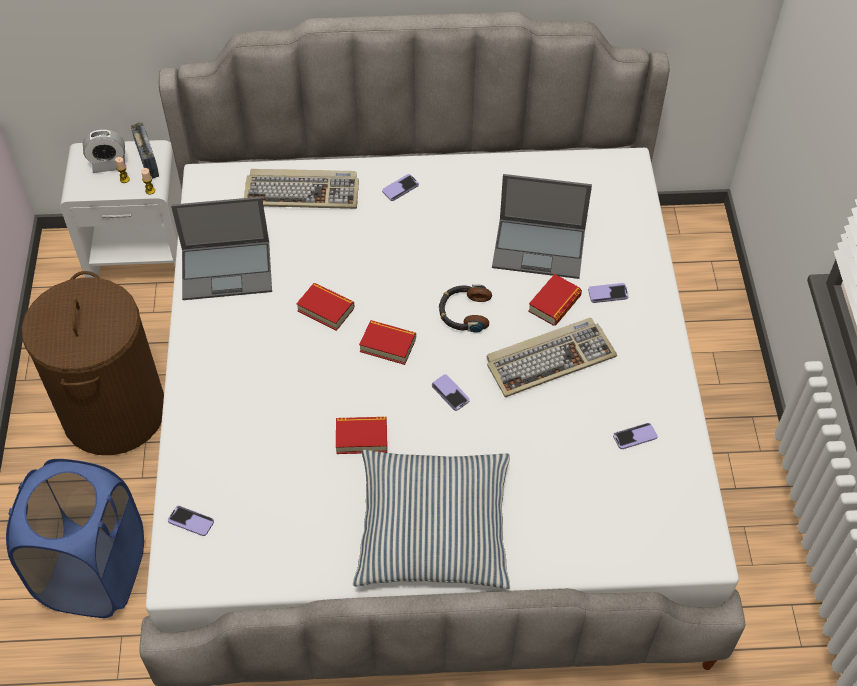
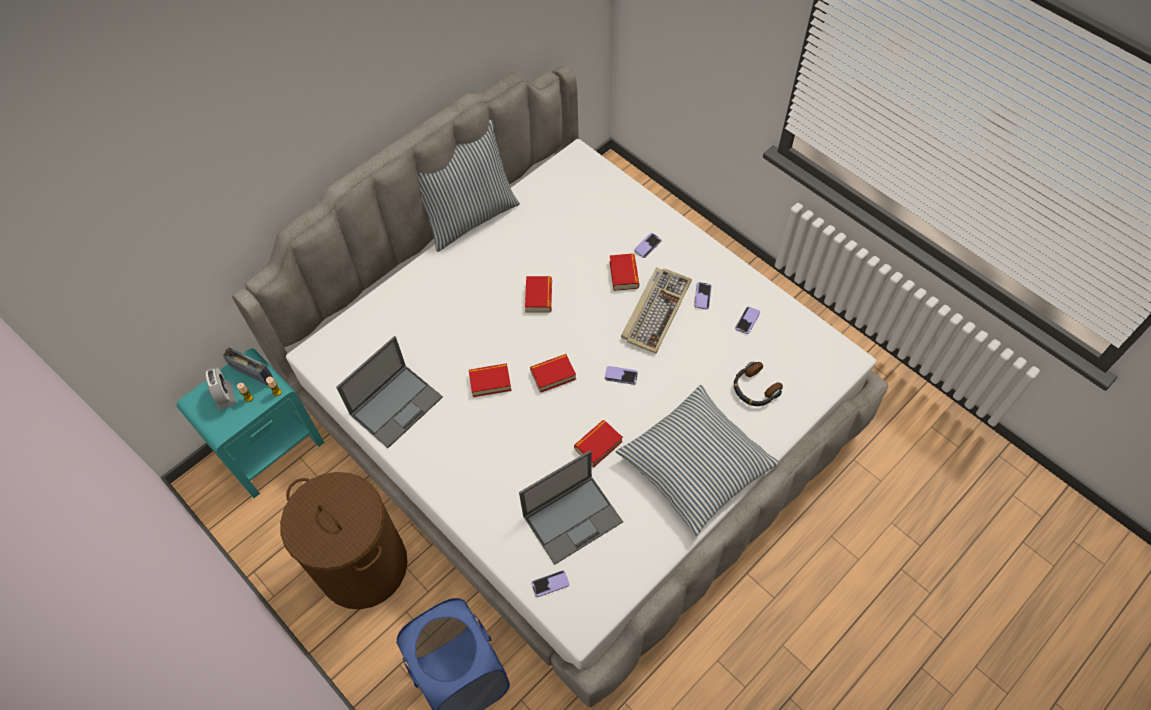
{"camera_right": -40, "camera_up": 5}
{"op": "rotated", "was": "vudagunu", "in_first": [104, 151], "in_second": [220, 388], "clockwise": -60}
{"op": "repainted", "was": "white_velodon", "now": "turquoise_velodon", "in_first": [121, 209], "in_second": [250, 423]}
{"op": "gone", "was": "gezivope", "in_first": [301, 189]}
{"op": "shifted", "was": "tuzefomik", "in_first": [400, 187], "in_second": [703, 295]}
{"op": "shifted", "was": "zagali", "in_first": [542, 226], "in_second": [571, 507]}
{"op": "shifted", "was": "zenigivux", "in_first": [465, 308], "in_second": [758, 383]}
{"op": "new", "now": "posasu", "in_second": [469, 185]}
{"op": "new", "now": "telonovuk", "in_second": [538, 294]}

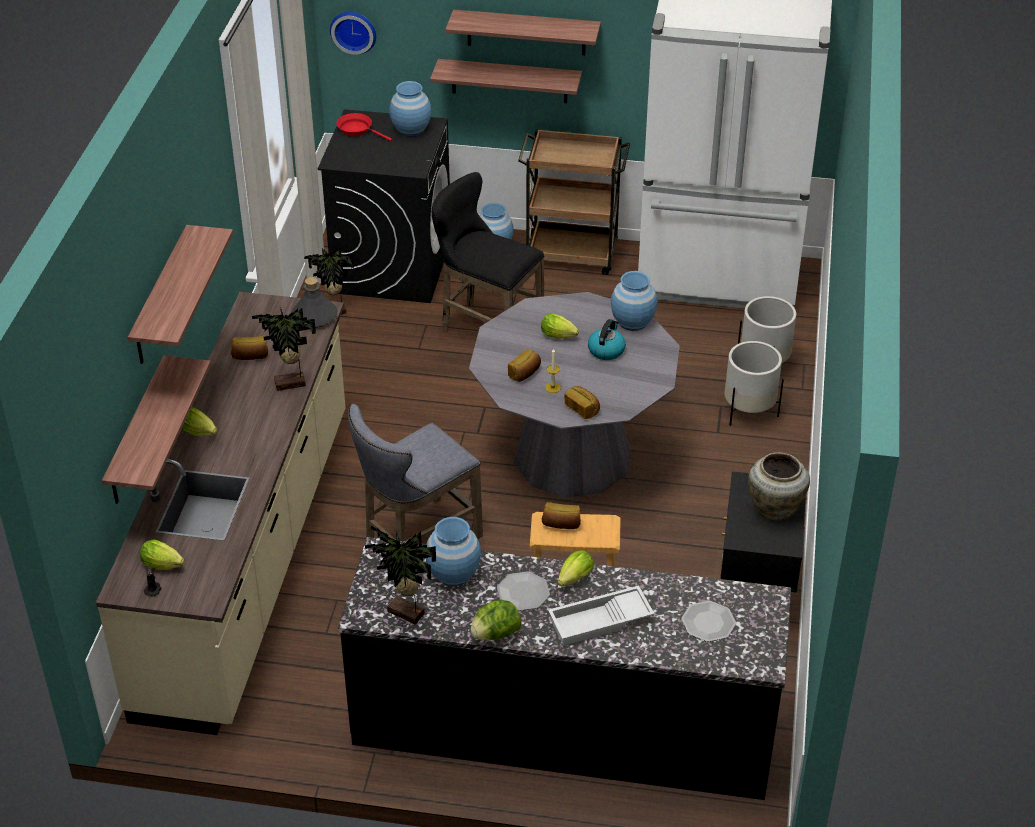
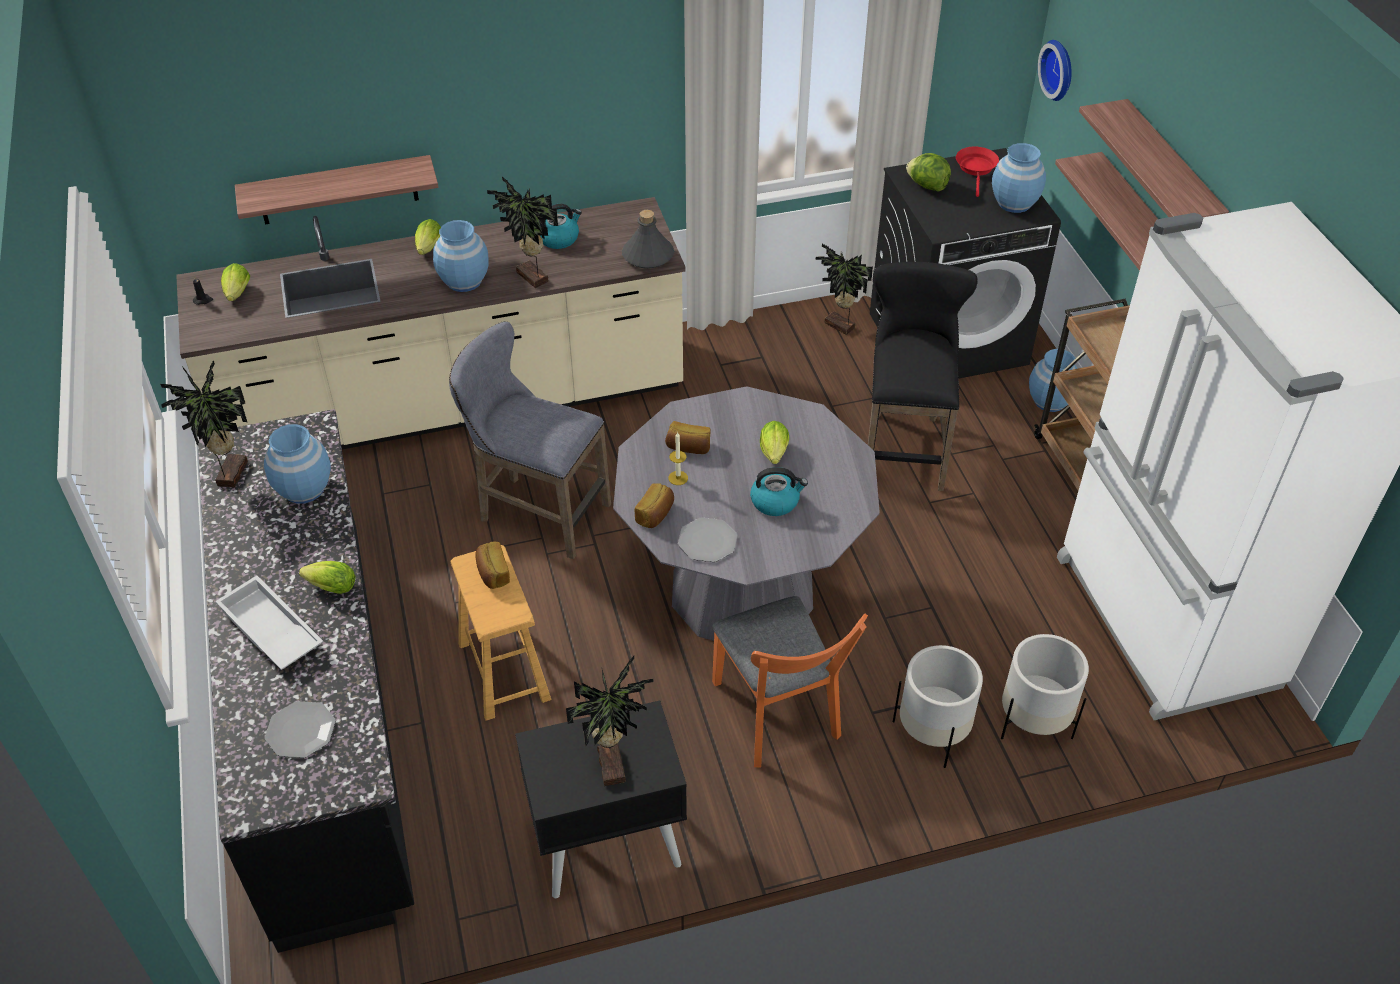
{"camera_right": 65, "camera_up": 5}
{"op": "gone", "was": "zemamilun", "in_first": [180, 294]}
{"op": "shifted", "was": "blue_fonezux", "in_first": [634, 301], "in_second": [460, 256]}
{"op": "swapped", "was": "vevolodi", "now": "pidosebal", "in_first": [249, 348], "in_second": [561, 226]}
{"op": "swapped", "was": "beige_fonezux", "now": "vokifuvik", "in_first": [779, 486], "in_second": [610, 721]}
{"op": "shifted", "was": "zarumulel", "in_first": [523, 591], "in_second": [707, 539]}
{"op": "shifted", "was": "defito", "in_first": [496, 620], "in_second": [928, 172]}
{"op": "new", "now": "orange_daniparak", "in_second": [790, 682]}

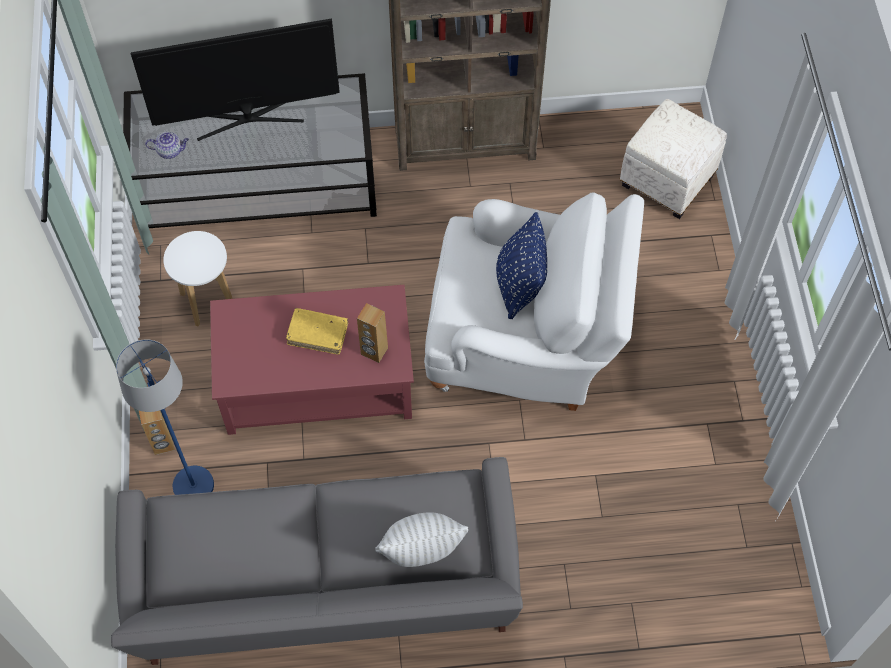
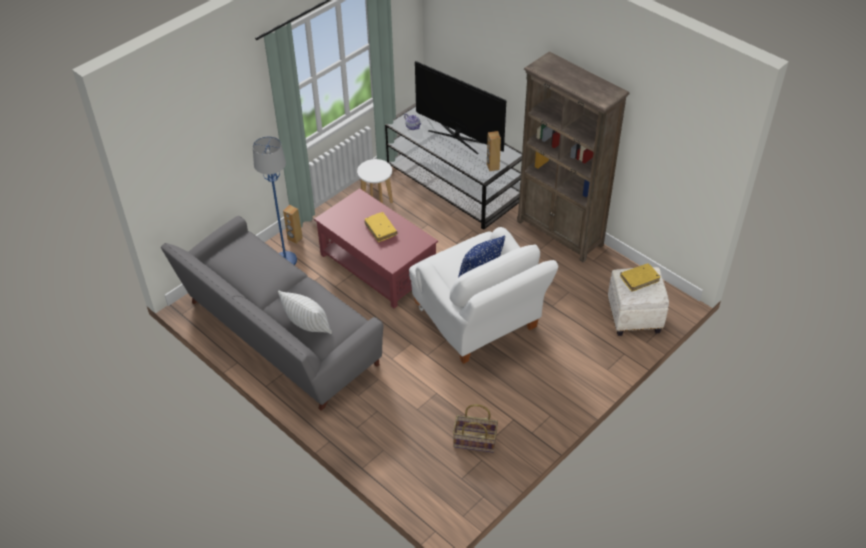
{"camera_right": 50, "camera_up": -15}
{"op": "shifted", "was": "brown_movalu", "in_first": [372, 333], "in_second": [494, 151]}
{"op": "new", "now": "yellow_telonovuk", "in_second": [640, 277]}
{"op": "new", "now": "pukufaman", "in_second": [475, 428]}

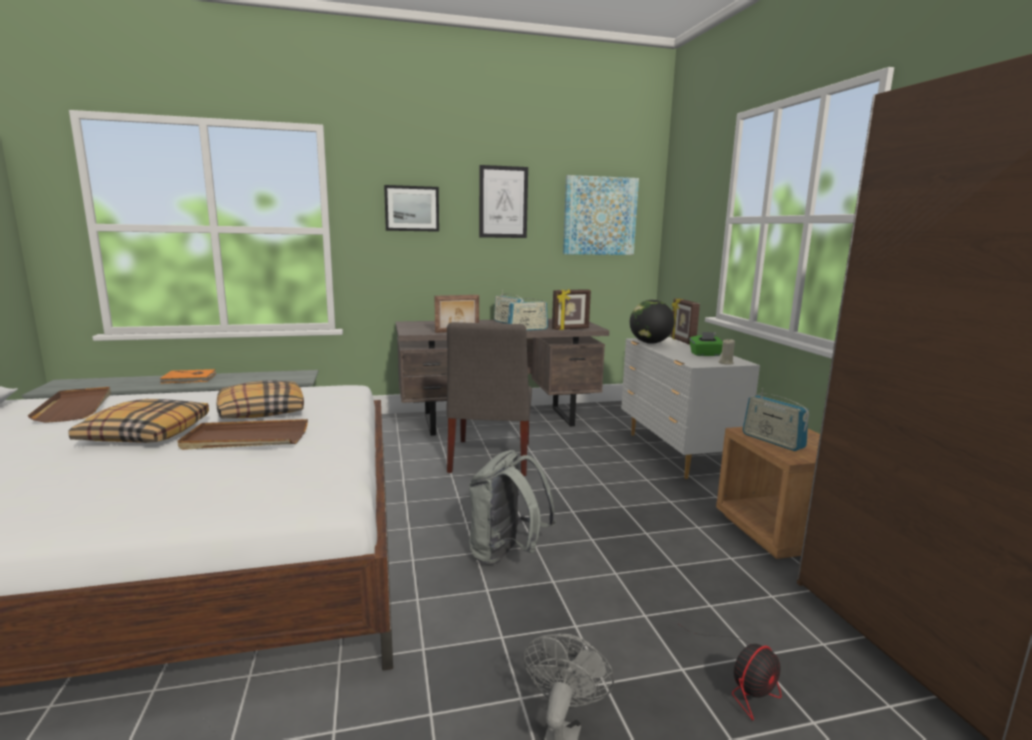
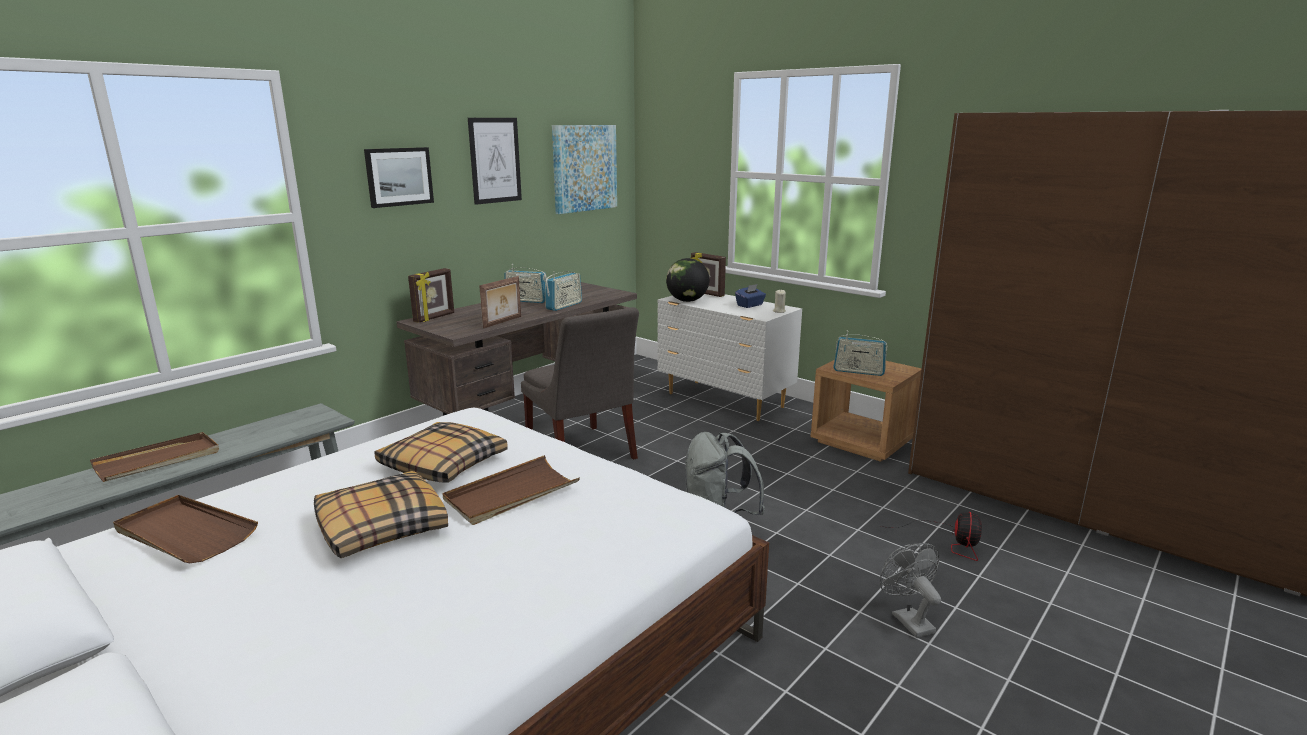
{"camera_right": -35, "camera_up": 5}
{"op": "shifted", "was": "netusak", "in_first": [571, 309], "in_second": [431, 295]}
{"op": "repainted", "was": "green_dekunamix", "now": "blue_dekunamix", "in_first": [706, 344], "in_second": [750, 296]}
{"op": "swapped", "was": "orange_telonovuk", "now": "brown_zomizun", "in_first": [188, 376], "in_second": [154, 457]}

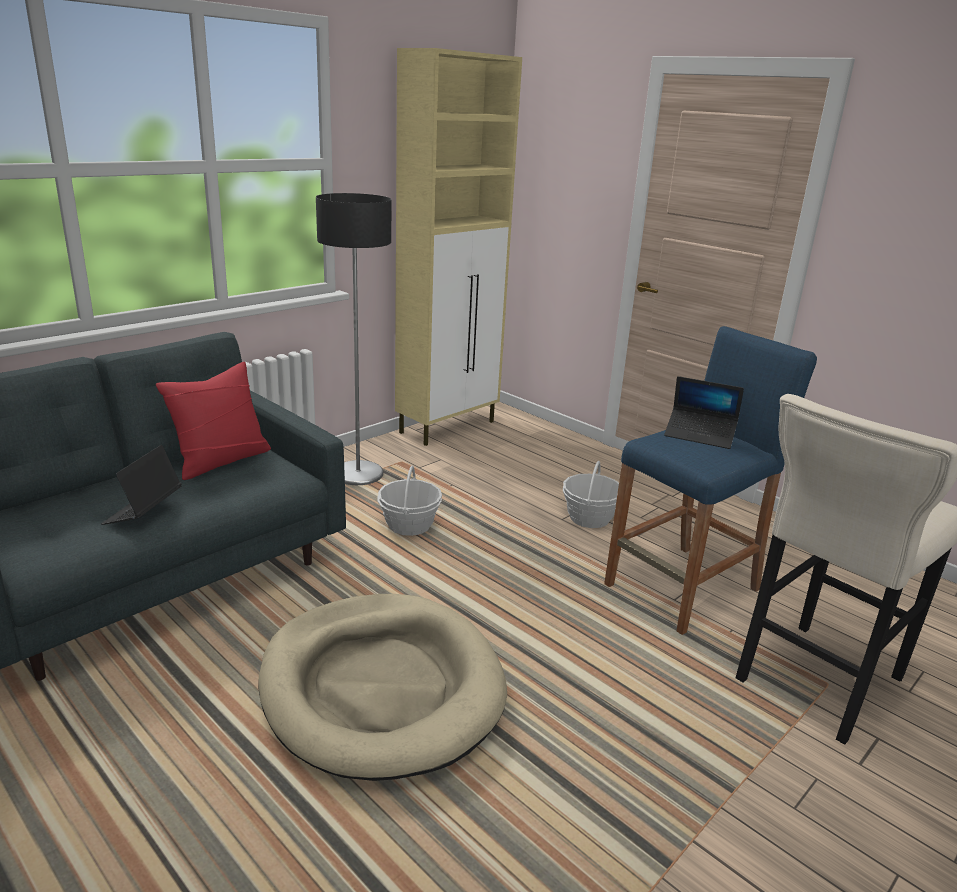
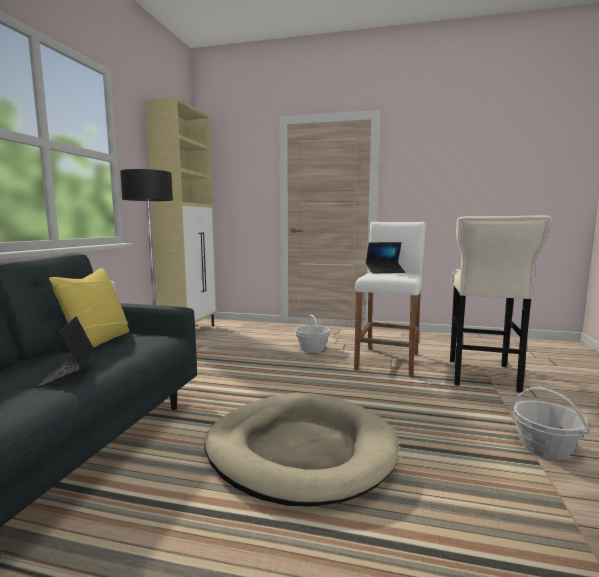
{"camera_right": -30, "camera_up": -15}
{"op": "repainted", "was": "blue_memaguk", "now": "white_memaguk", "in_first": [710, 480], "in_second": [390, 300]}
{"op": "repainted", "was": "red_posasu", "now": "yellow_posasu", "in_first": [213, 421], "in_second": [89, 308]}
{"op": "shifted", "was": "pukufaman", "in_first": [409, 501], "in_second": [551, 423]}

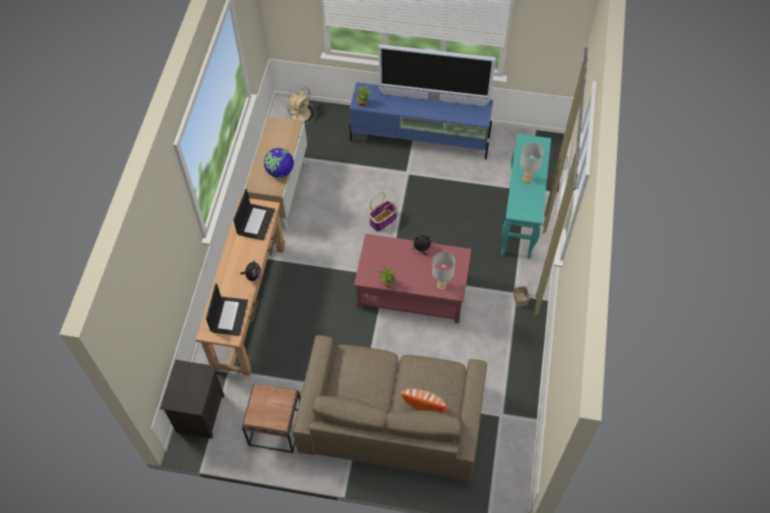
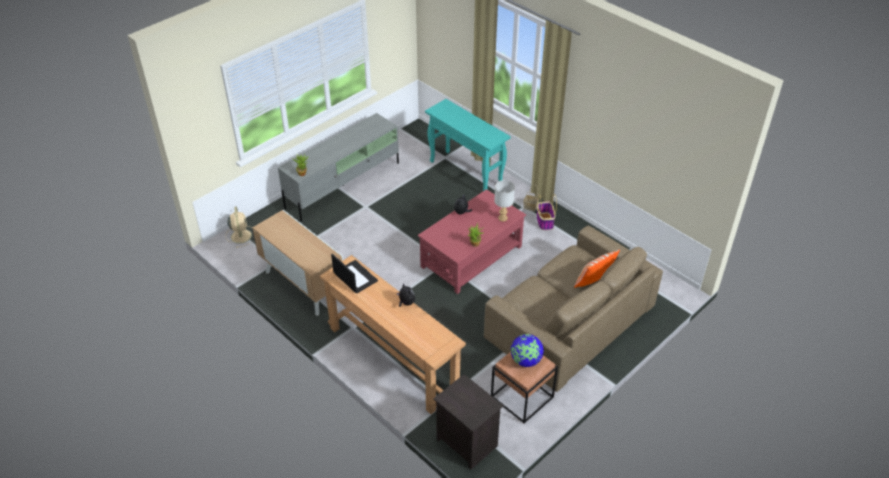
{"camera_right": -55, "camera_up": -15}
{"op": "gone", "was": "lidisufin", "in_first": [437, 75]}
{"op": "repainted", "was": "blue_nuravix", "now": "grey_nuravix", "in_first": [421, 121], "in_second": [338, 167]}
{"op": "gone", "was": "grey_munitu", "in_first": [532, 163]}
{"op": "shifted", "was": "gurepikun", "in_first": [279, 163], "in_second": [527, 350]}
{"op": "shifted", "was": "pukufaman", "in_first": [383, 211], "in_second": [547, 212]}
{"op": "gone", "was": "zagali", "in_first": [227, 309]}

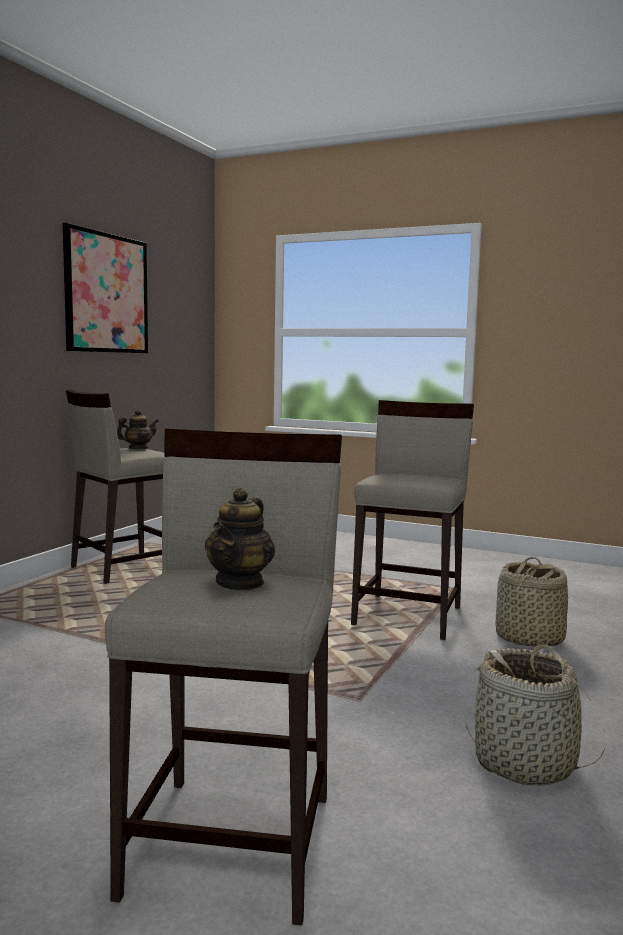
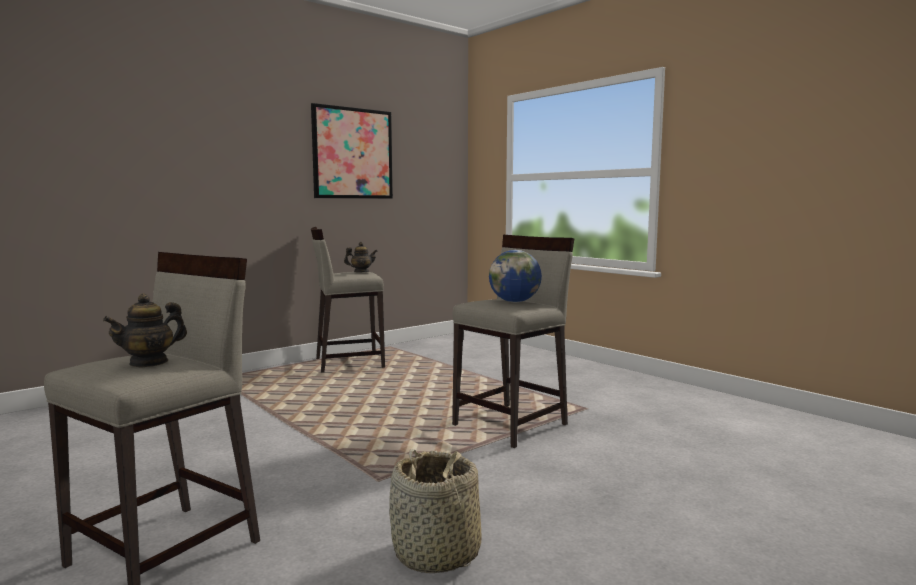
{"camera_right": 25, "camera_up": 0}
{"op": "gone", "was": "pukufaman", "in_first": [531, 602]}
{"op": "new", "now": "gurepikun", "in_second": [515, 276]}

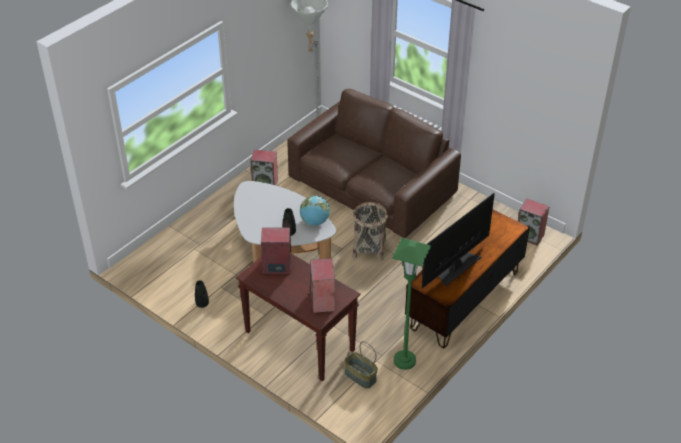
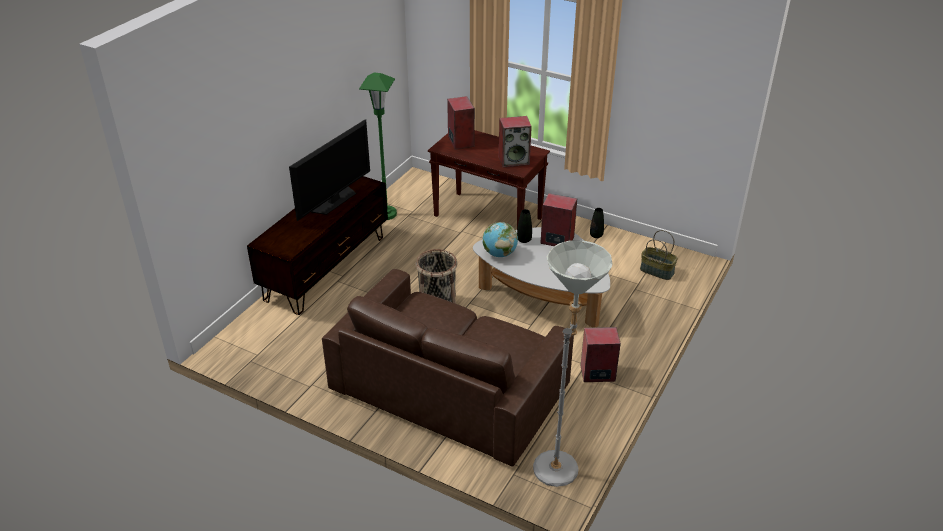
{"camera_right": 170, "camera_up": -5}
{"op": "shifted", "was": "movalu", "in_first": [534, 222], "in_second": [558, 219]}
{"op": "shifted", "was": "pukufaman", "in_first": [361, 365], "in_second": [659, 255]}

